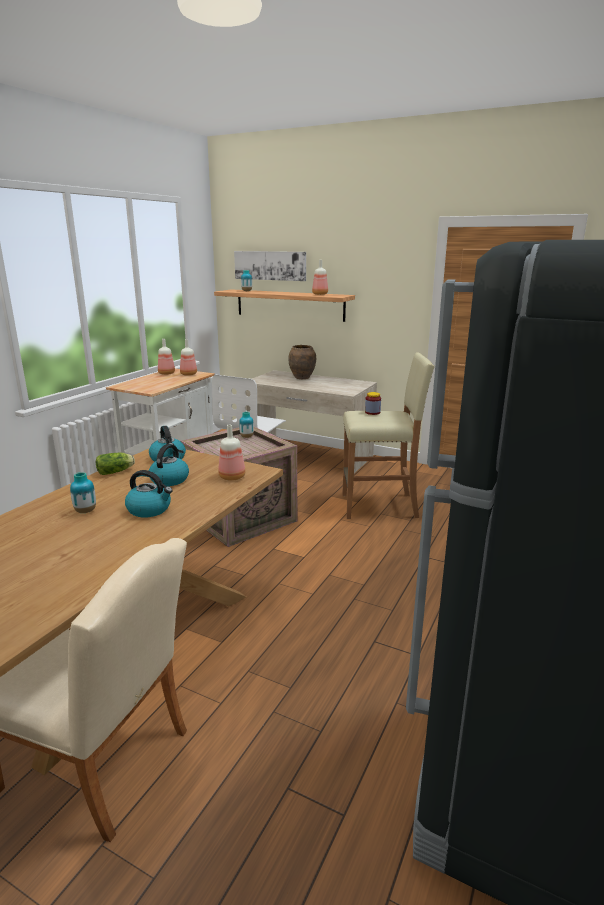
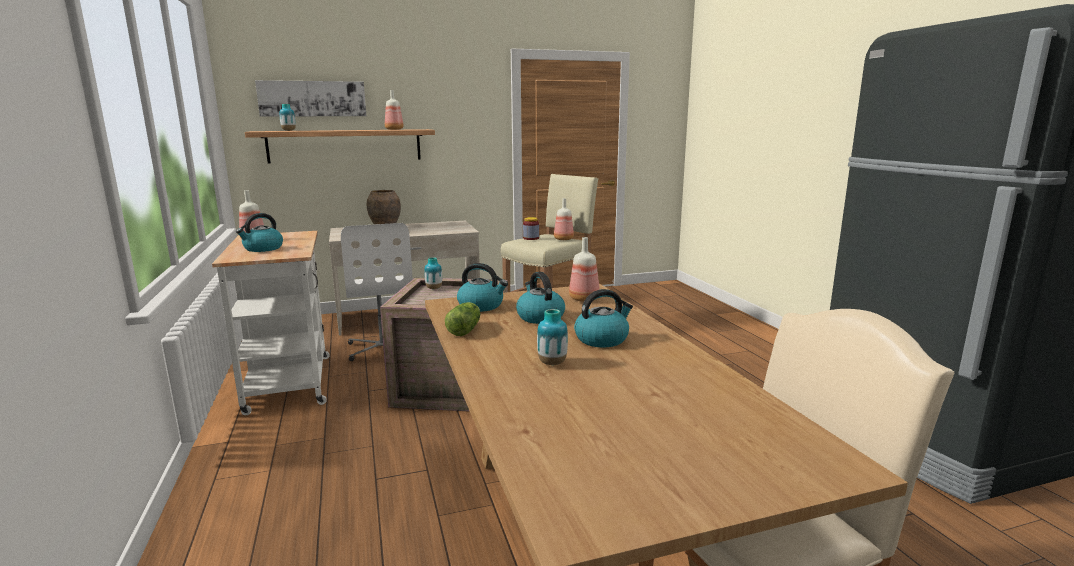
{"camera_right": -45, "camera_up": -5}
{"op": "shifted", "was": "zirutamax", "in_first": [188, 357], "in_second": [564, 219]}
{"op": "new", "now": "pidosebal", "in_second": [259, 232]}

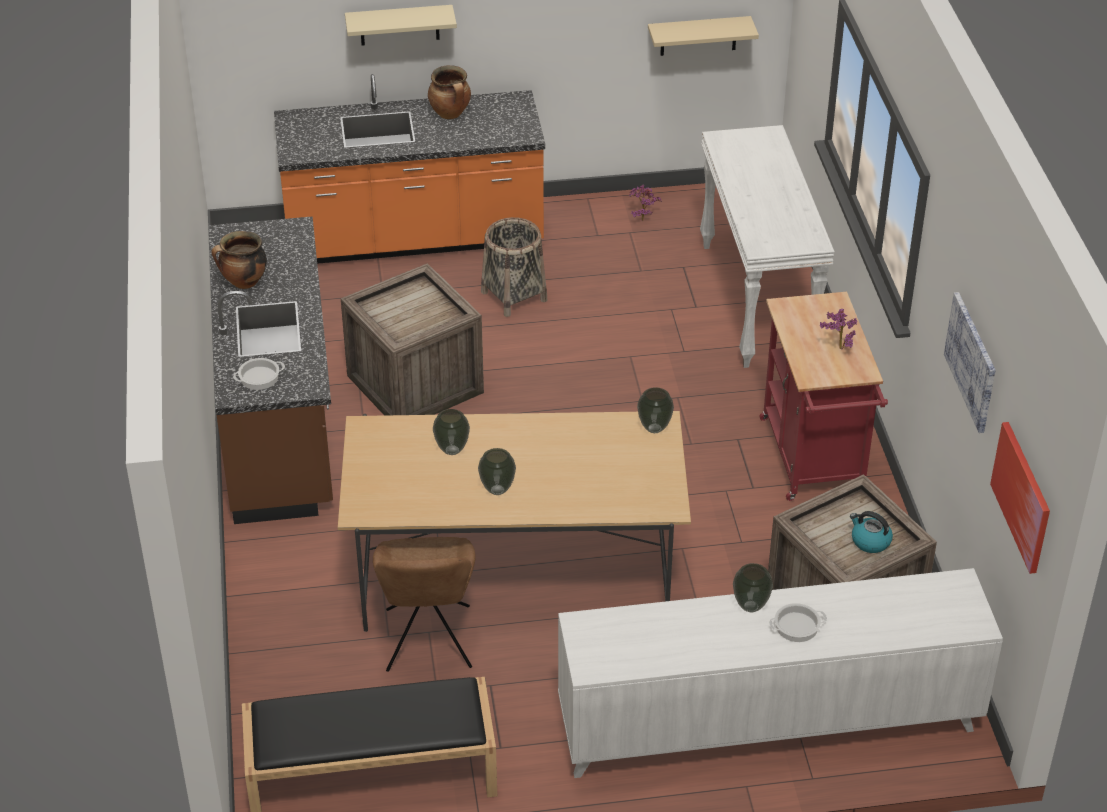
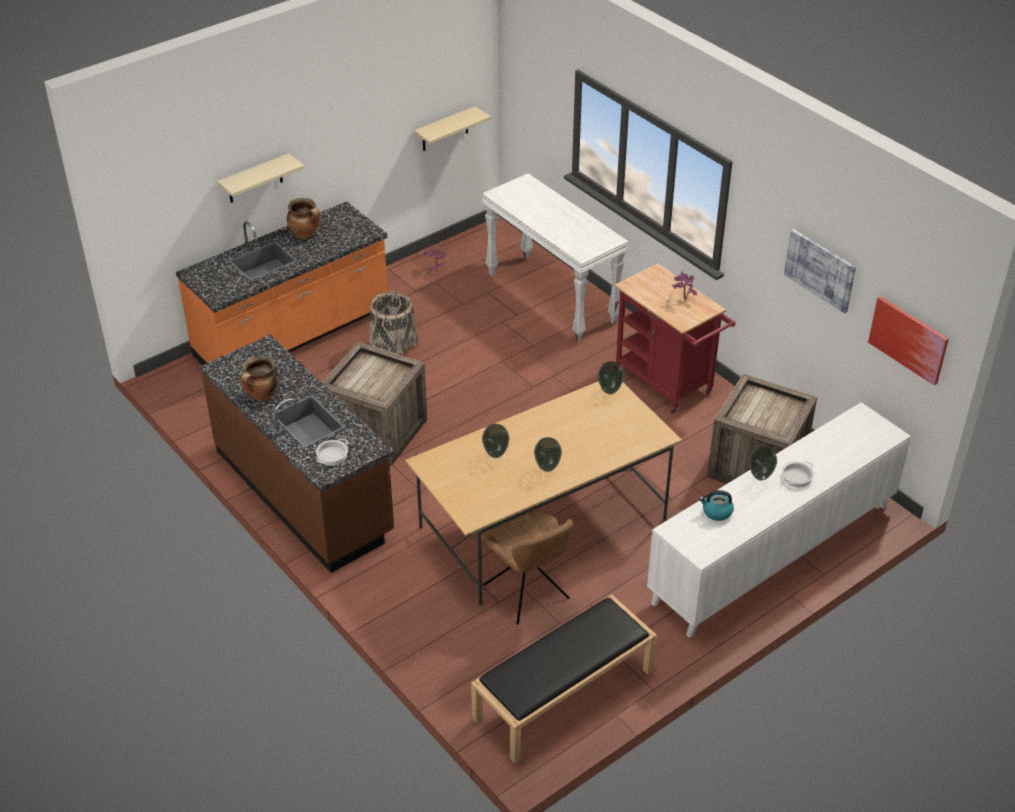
{"camera_right": -30, "camera_up": 0}
{"op": "shifted", "was": "pidosebal", "in_first": [871, 532], "in_second": [716, 505]}

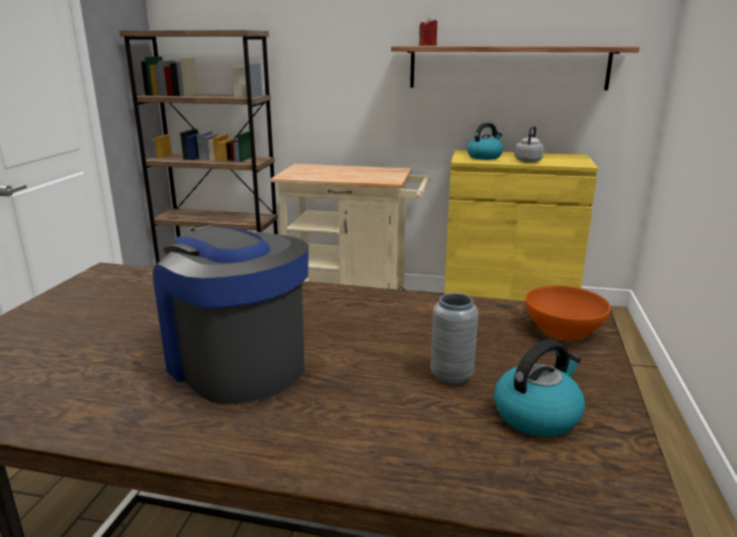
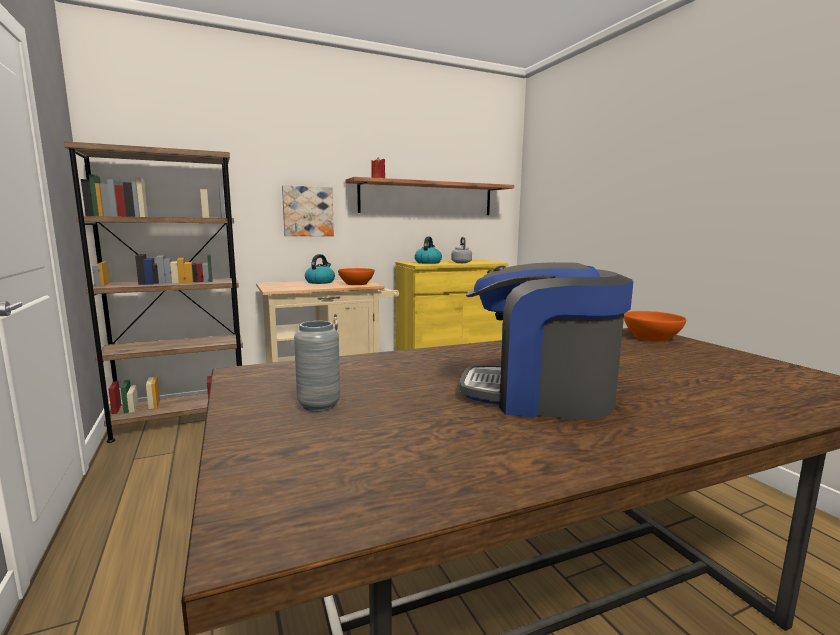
{"camera_right": -35, "camera_up": -10}
{"op": "shifted", "was": "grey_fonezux", "in_first": [454, 339], "in_second": [317, 366]}
{"op": "shifted", "was": "pidosebal", "in_first": [539, 388], "in_second": [320, 269]}
{"op": "new", "now": "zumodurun", "in_second": [308, 210]}
{"op": "new", "now": "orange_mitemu", "in_second": [356, 276]}

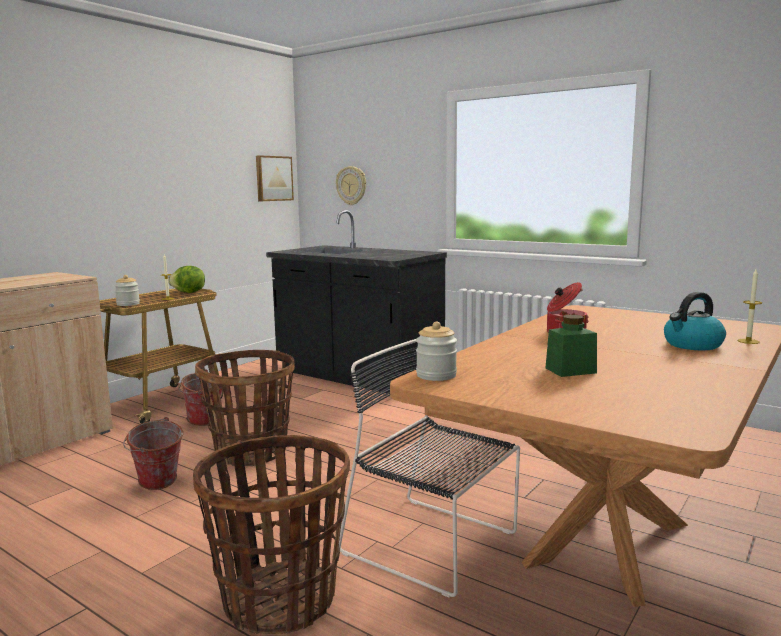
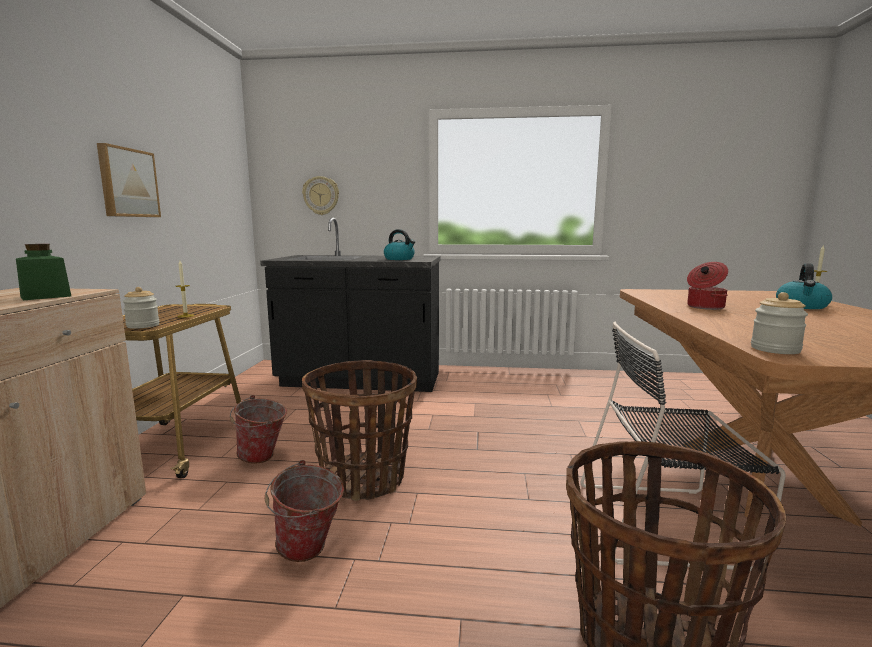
{"camera_right": -30, "camera_up": 0}
{"op": "shifted", "was": "zumodurun", "in_first": [275, 178], "in_second": [129, 180]}
{"op": "gone", "was": "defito", "in_first": [186, 279]}
{"op": "shifted", "was": "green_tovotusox", "in_first": [571, 346], "in_second": [43, 272]}
{"op": "new", "now": "pidosebal", "in_second": [399, 244]}

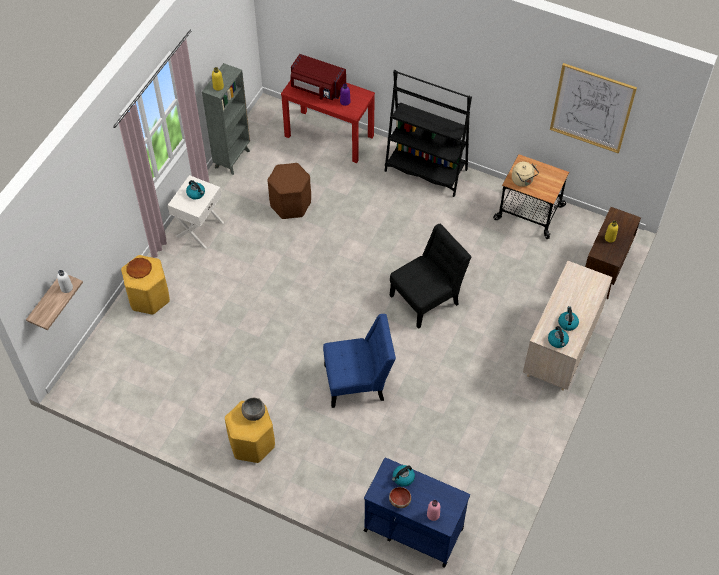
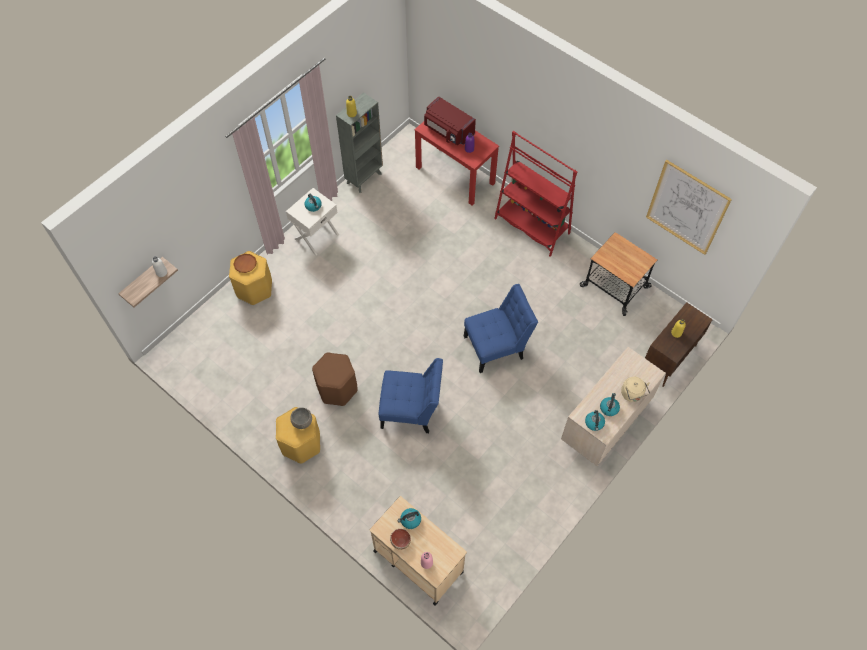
{"camera_right": 15, "camera_up": 5}
{"op": "repainted", "was": "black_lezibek", "now": "red_lezibek", "in_first": [428, 133], "in_second": [536, 193]}
{"op": "shifted", "was": "beige_pidosebal", "in_first": [525, 174], "in_second": [635, 389]}
{"op": "shifted", "was": "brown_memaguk", "in_first": [289, 191], "in_second": [334, 379]}
{"op": "repainted", "was": "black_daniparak", "now": "blue_daniparak", "in_first": [430, 276], "in_second": [501, 328]}
{"op": "repainted", "was": "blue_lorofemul", "now": "beige_lorofemul", "in_first": [417, 513], "in_second": [418, 550]}

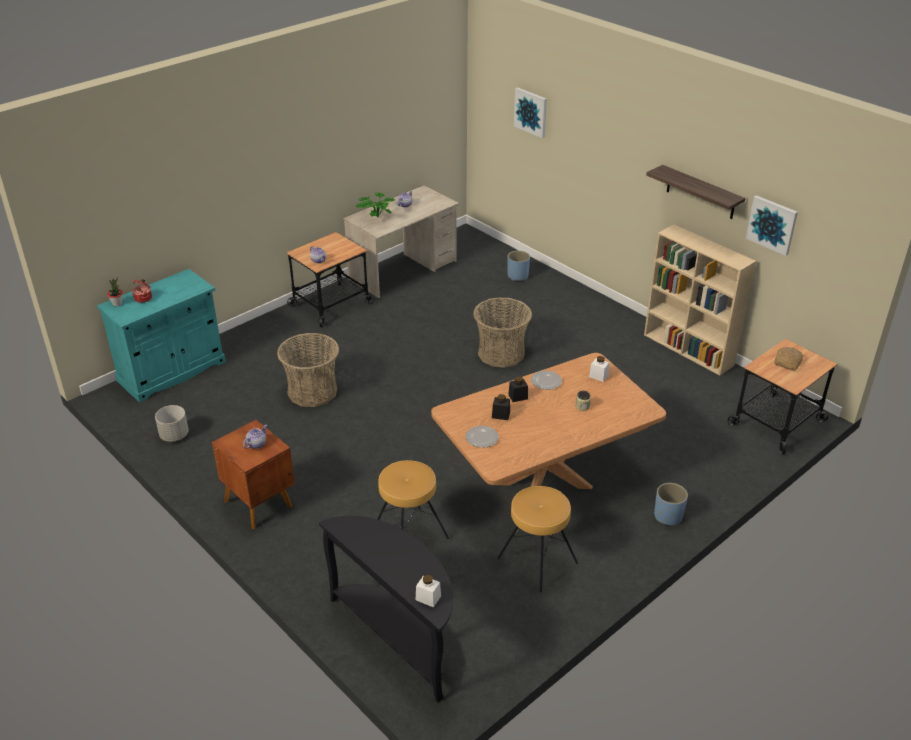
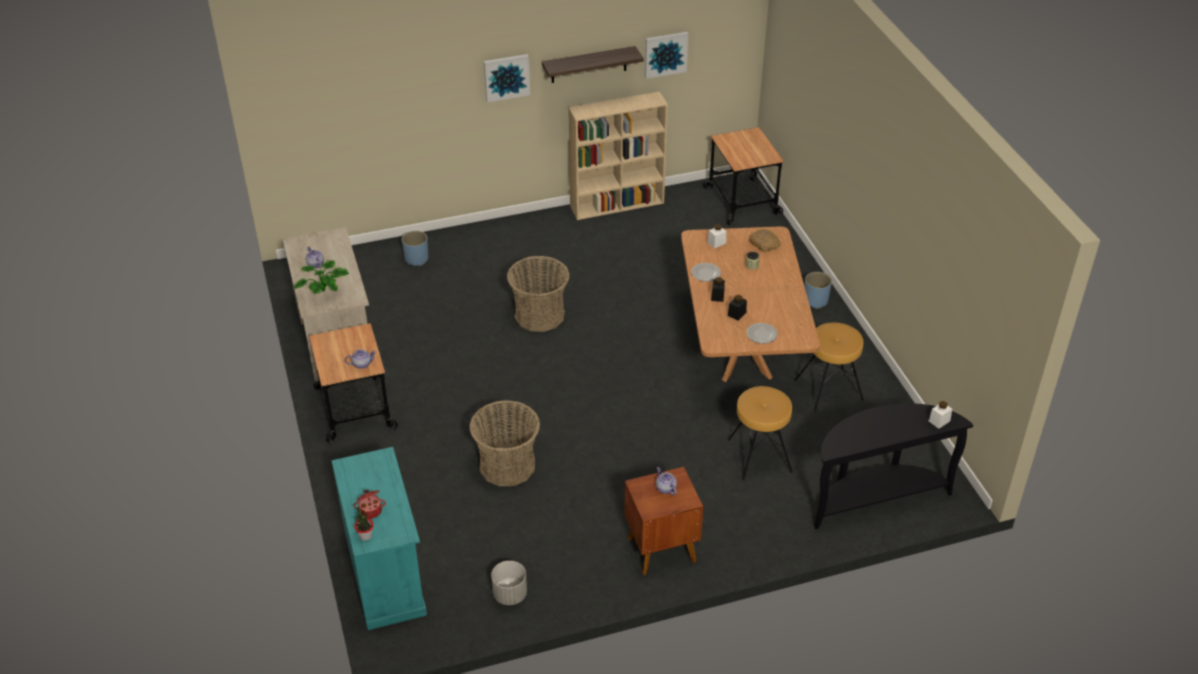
{"camera_right": -65, "camera_up": 5}
{"op": "shifted", "was": "zumodurun", "in_first": [530, 113], "in_second": [507, 78]}
{"op": "shifted", "was": "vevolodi", "in_first": [789, 359], "in_second": [765, 240]}

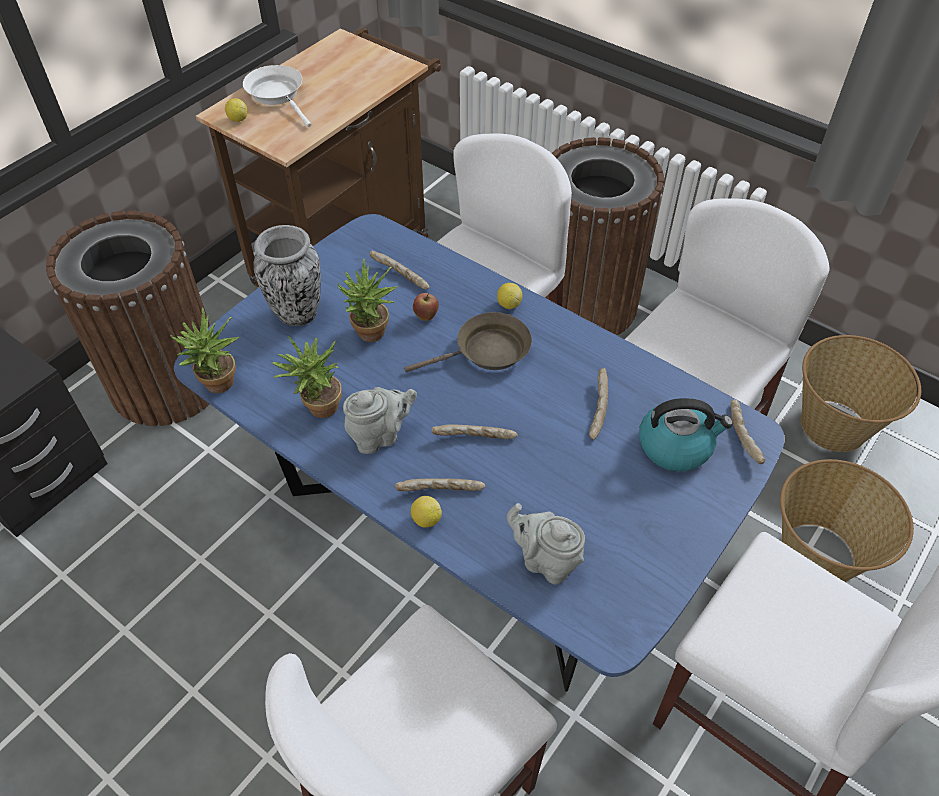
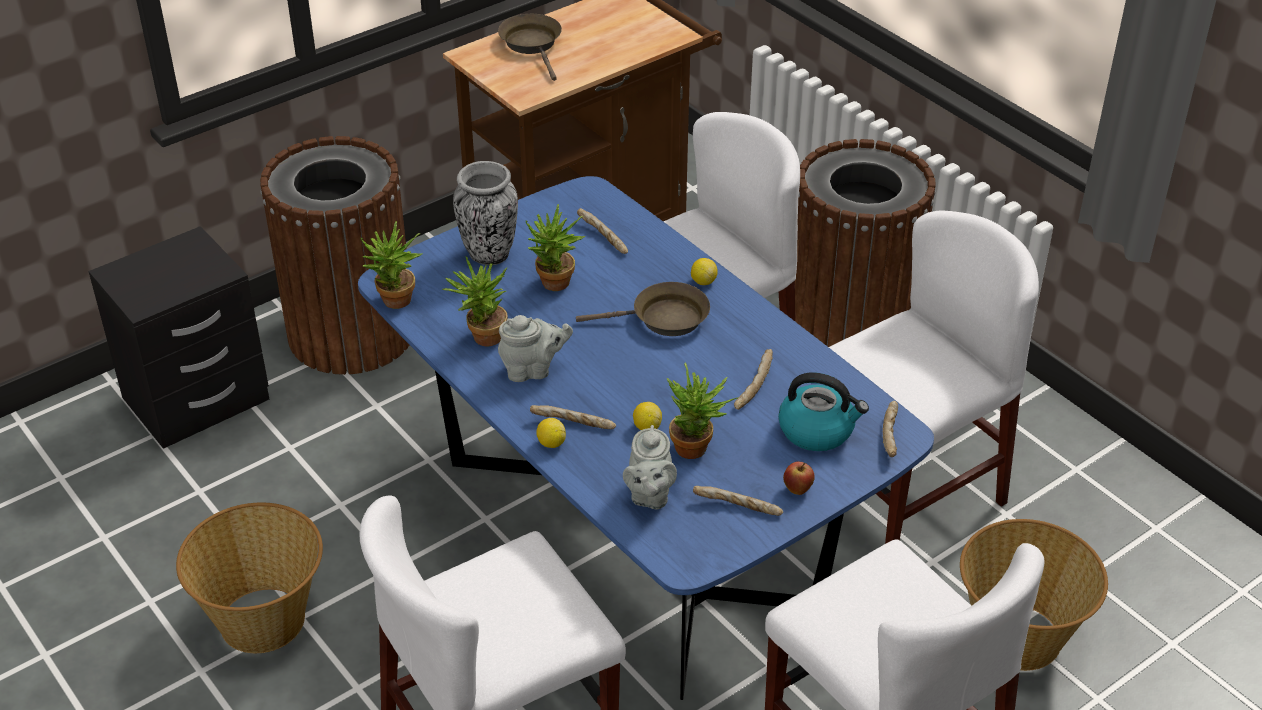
{"camera_right": 15, "camera_up": -10}
{"op": "repainted", "was": "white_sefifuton", "now": "brown_sefifuton", "in_first": [277, 96], "in_second": [530, 47]}
{"op": "shifted", "was": "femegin", "in_first": [236, 110], "in_second": [647, 416]}
{"op": "shifted", "was": "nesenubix", "in_first": [426, 307], "in_second": [799, 478]}
{"op": "shifted", "was": "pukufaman", "in_first": [861, 393], "in_second": [249, 578]}
{"op": "shifted", "was": "vevolodi", "in_first": [475, 431], "in_second": [738, 501]}
{"op": "rotated", "was": "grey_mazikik", "in_first": [546, 544], "in_second": [650, 467], "clockwise": -135}
{"op": "new", "now": "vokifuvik", "in_second": [702, 411]}

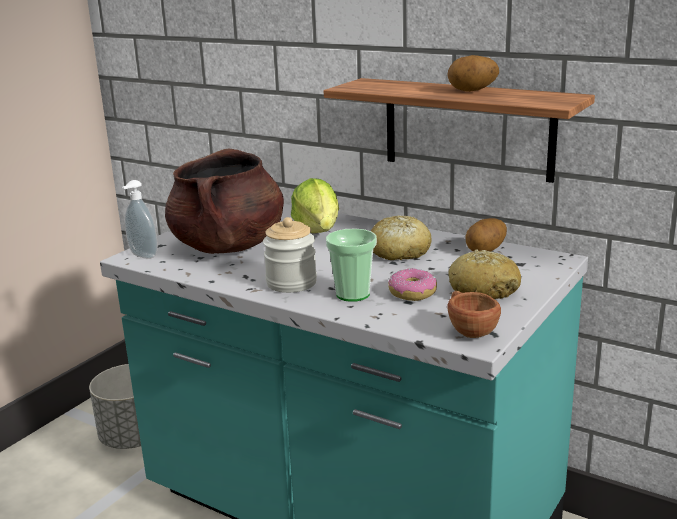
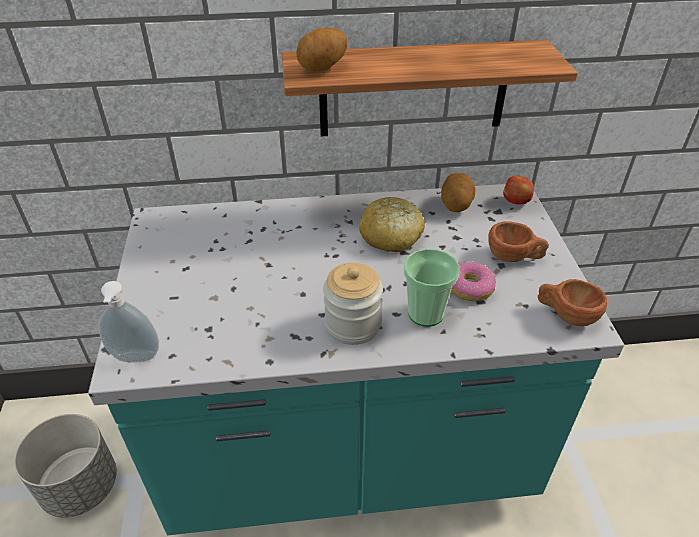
{"camera_right": -40, "camera_up": 20}
{"op": "shifted", "was": "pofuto", "in_first": [473, 73], "in_second": [321, 49]}
{"op": "gone", "was": "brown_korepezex", "in_first": [224, 201]}
{"op": "gone", "was": "defito", "in_first": [315, 205]}
{"op": "swapped", "was": "vevolodi", "now": "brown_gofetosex", "in_first": [484, 274], "in_second": [518, 241]}
{"op": "new", "now": "nesenubix", "in_second": [518, 190]}

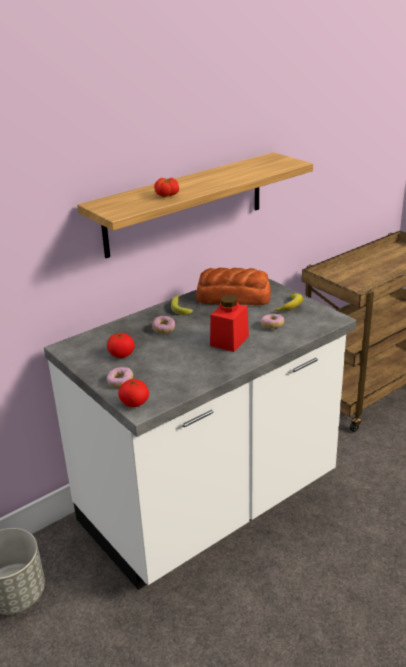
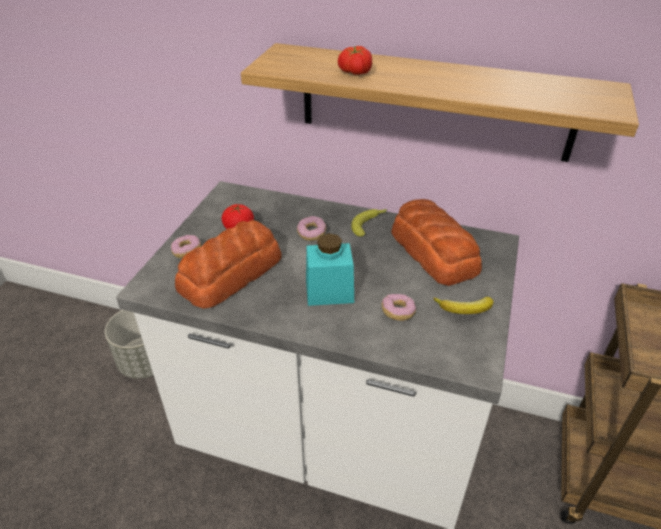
{"camera_right": 55, "camera_up": 10}
{"op": "repainted", "was": "red_tovotusox", "now": "turquoise_tovotusox", "in_first": [229, 323], "in_second": [330, 269]}
{"op": "gone", "was": "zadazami", "in_first": [133, 393]}
{"op": "new", "now": "vevolodi", "in_second": [228, 264]}

